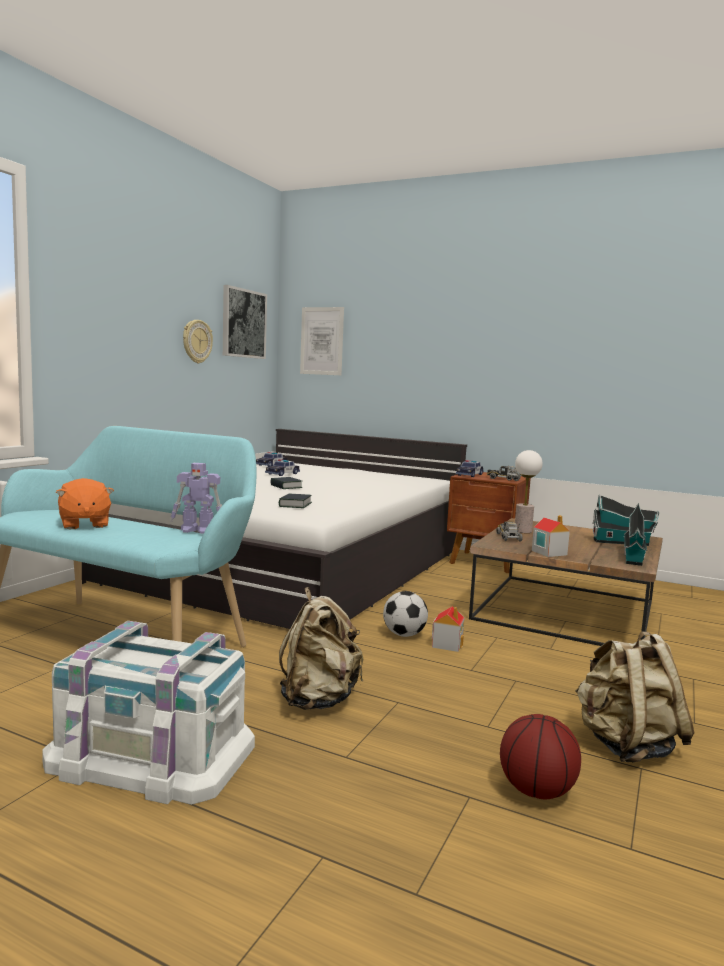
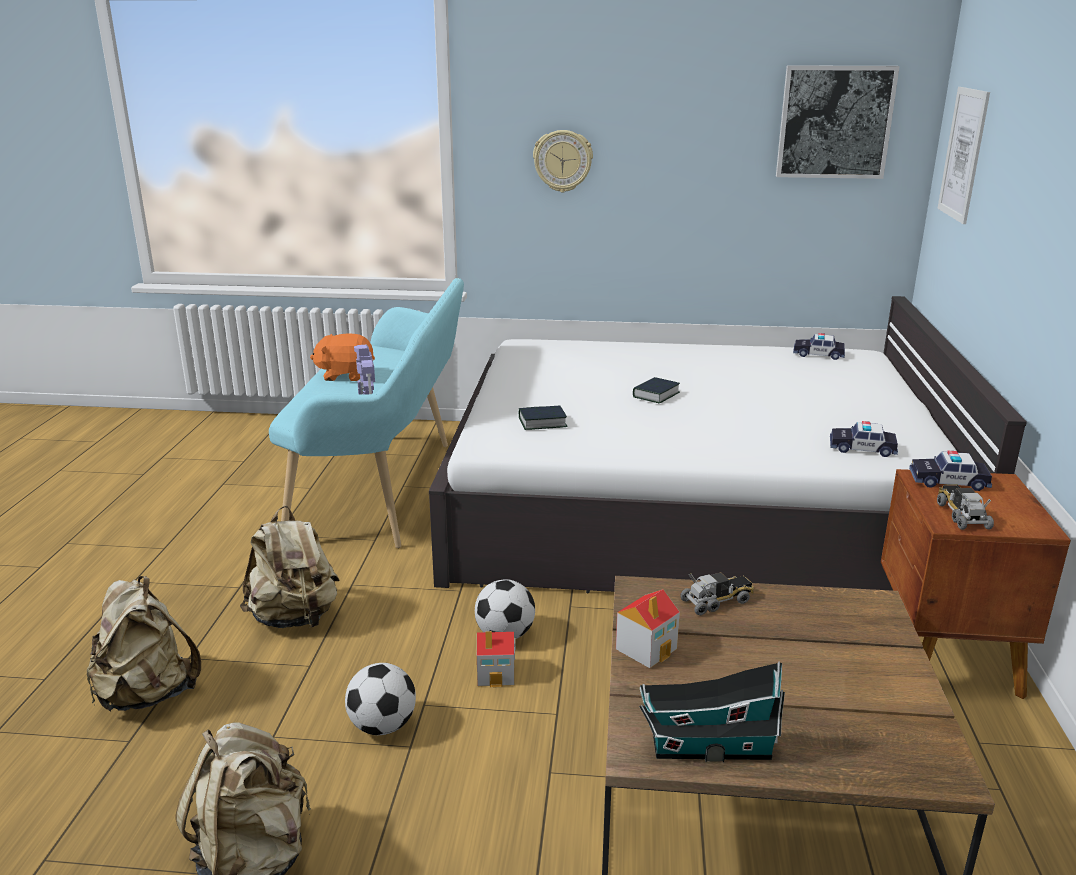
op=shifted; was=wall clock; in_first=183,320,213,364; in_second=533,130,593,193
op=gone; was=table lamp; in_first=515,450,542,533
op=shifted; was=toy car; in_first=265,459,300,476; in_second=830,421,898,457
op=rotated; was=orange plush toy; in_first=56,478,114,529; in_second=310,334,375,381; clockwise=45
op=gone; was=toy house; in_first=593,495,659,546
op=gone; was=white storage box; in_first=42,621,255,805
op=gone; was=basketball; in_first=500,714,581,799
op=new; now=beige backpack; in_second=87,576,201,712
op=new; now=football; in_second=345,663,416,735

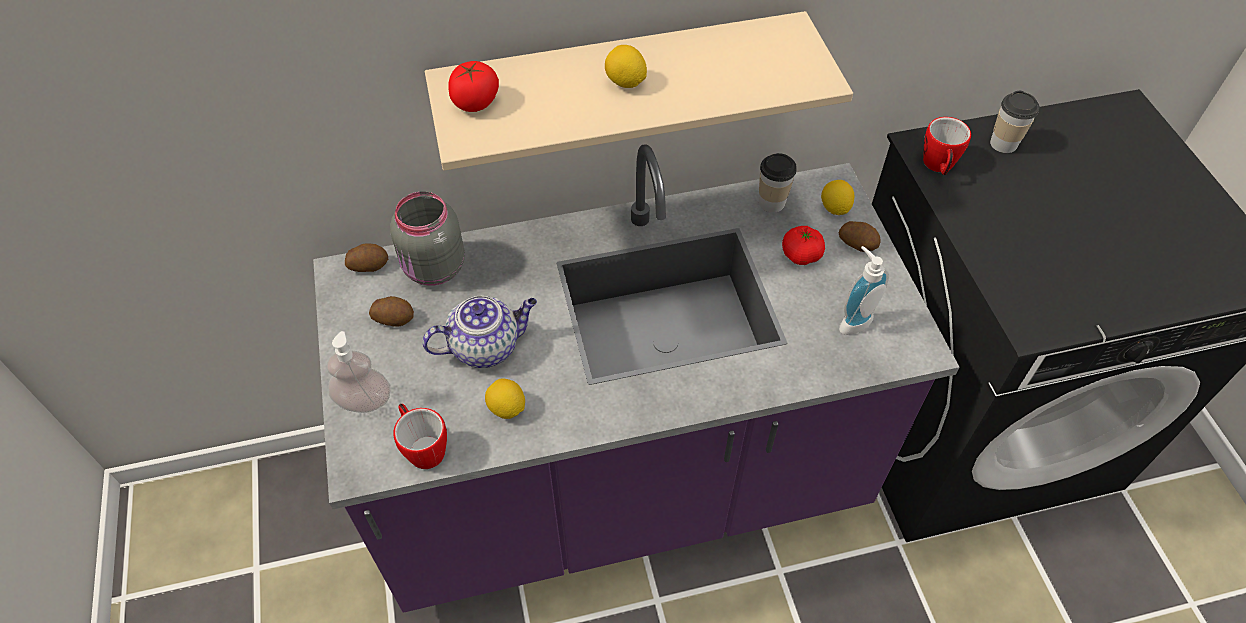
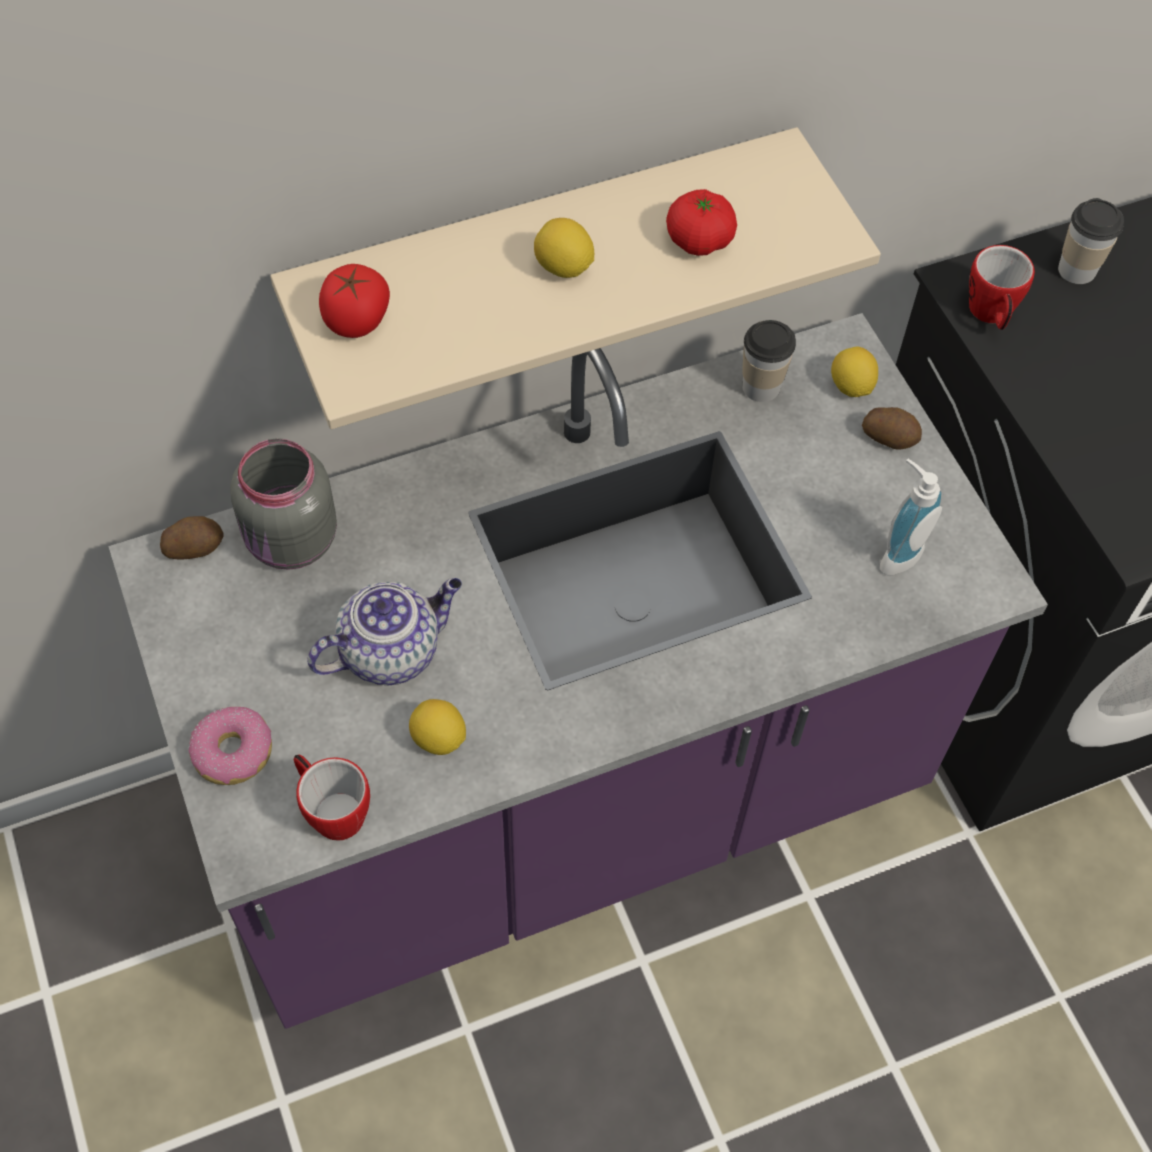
op=shifted; was=tomato; in_first=782,226,825,265; in_second=666,189,737,256
op=gone; was=potato; in_first=369,296,414,327
op=swapped; was=soap dispenser; now=donut; in_first=327,331,390,413; in_second=189,707,272,785

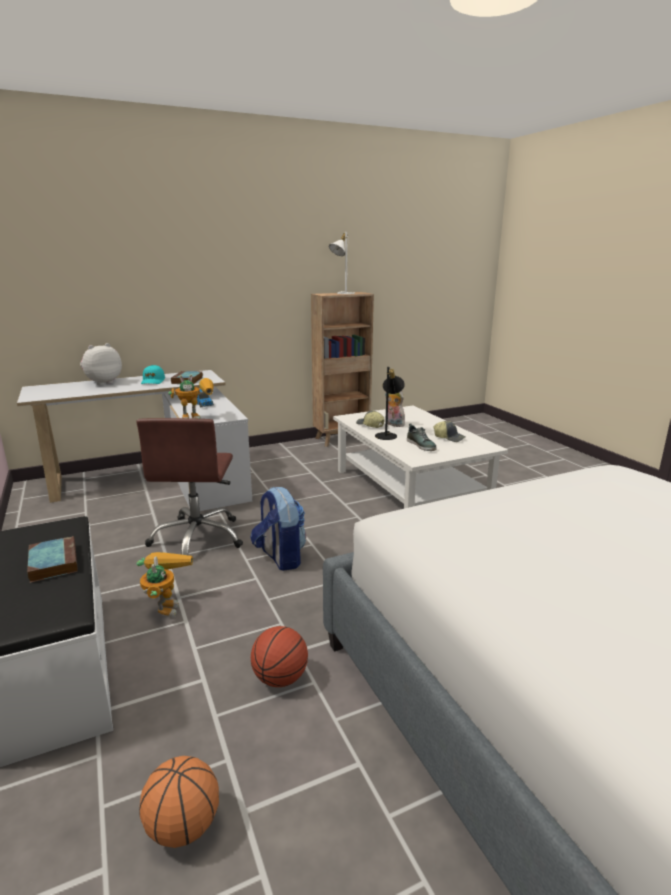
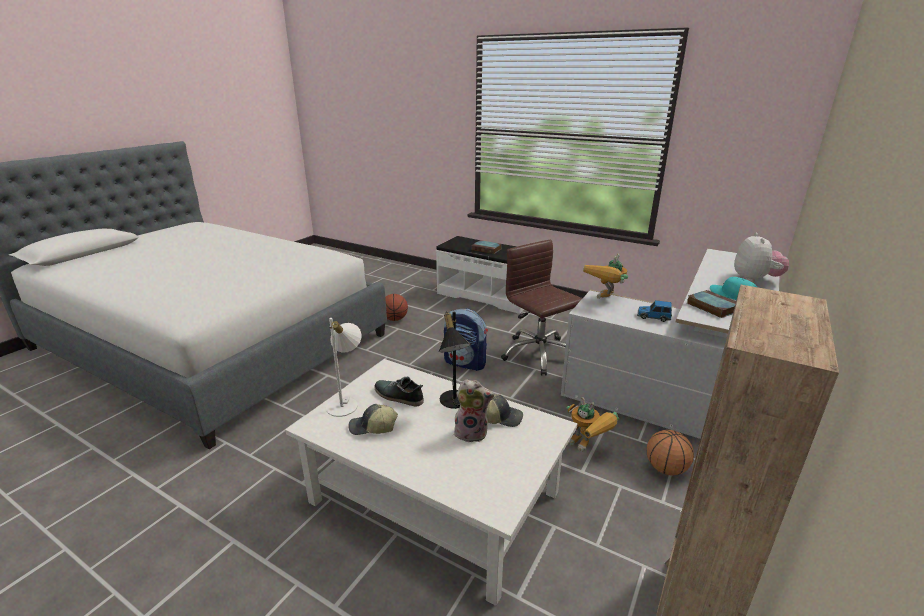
op=shifted; was=white table lamp; in_first=329,232,355,294; in_second=326,318,361,417
op=shifted; was=toy robot; in_first=137,552,193,618; in_second=566,397,619,452
op=shifted; was=basketball; in_first=139,756,219,848; in_second=647,430,694,475

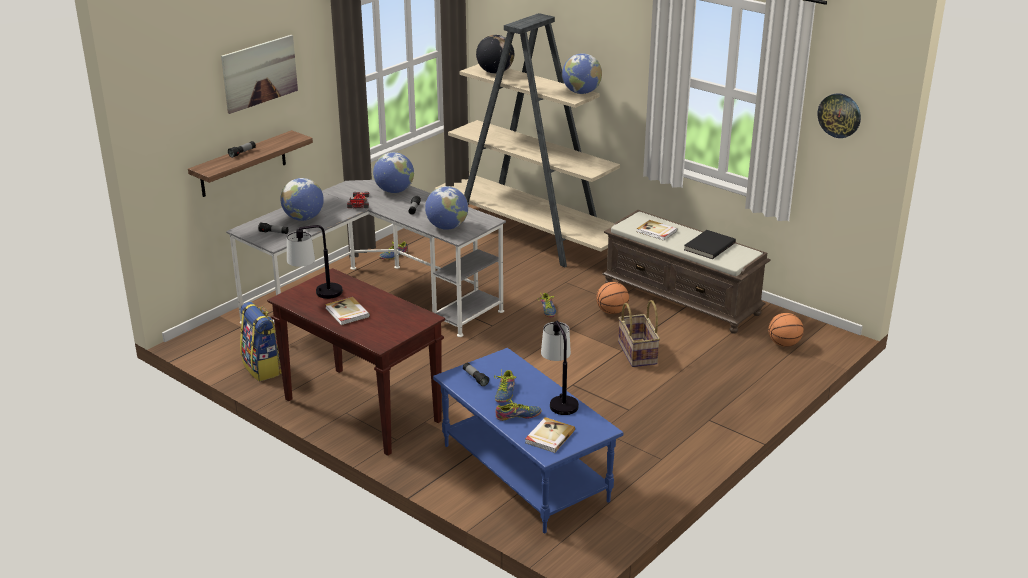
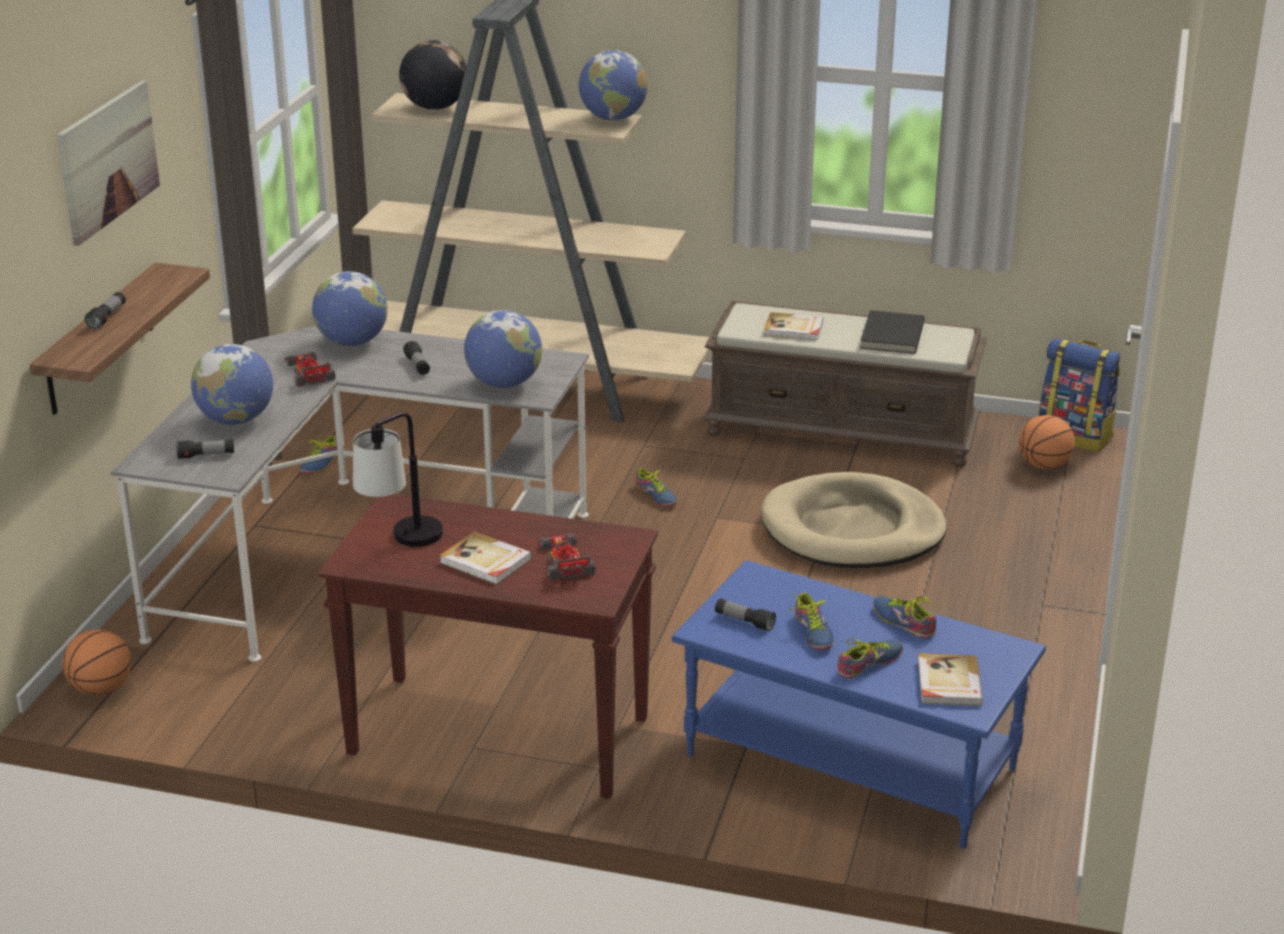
op=gone; was=wall clock; in_first=817,93,861,138
op=shifted; was=basketball; in_first=596,282,629,314; in_second=62,629,131,695
op=swapped; was=basket; now=beige dog bed; in_first=618,300,660,367; in_second=761,472,947,568
op=shifted; was=backpack; in_first=240,302,282,382; in_second=1038,338,1121,452
op=swapped; was=table lamp; now=shoe; in_first=541,321,579,415; in_second=873,596,936,638
op=new; now=toy car; in_second=539,534,596,580

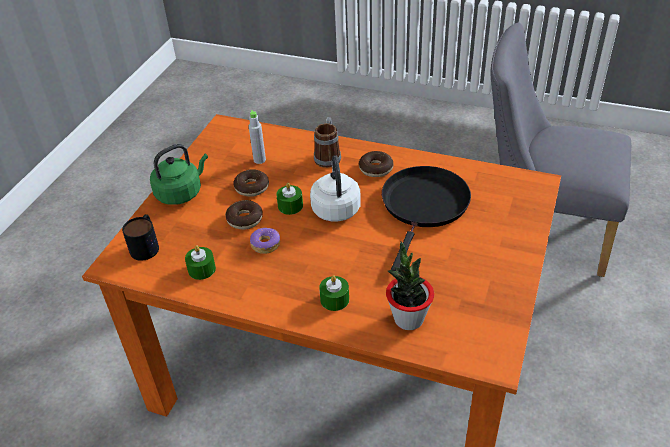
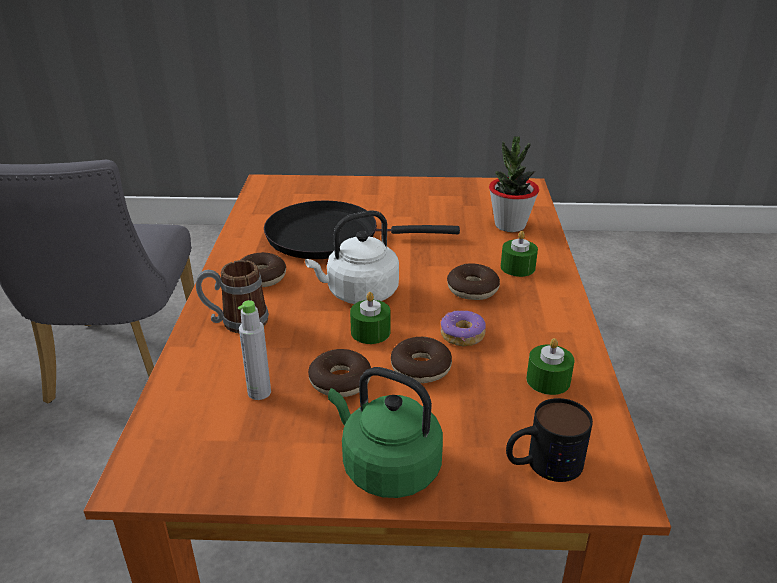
op=new; now=donut; in_second=447,263,500,300

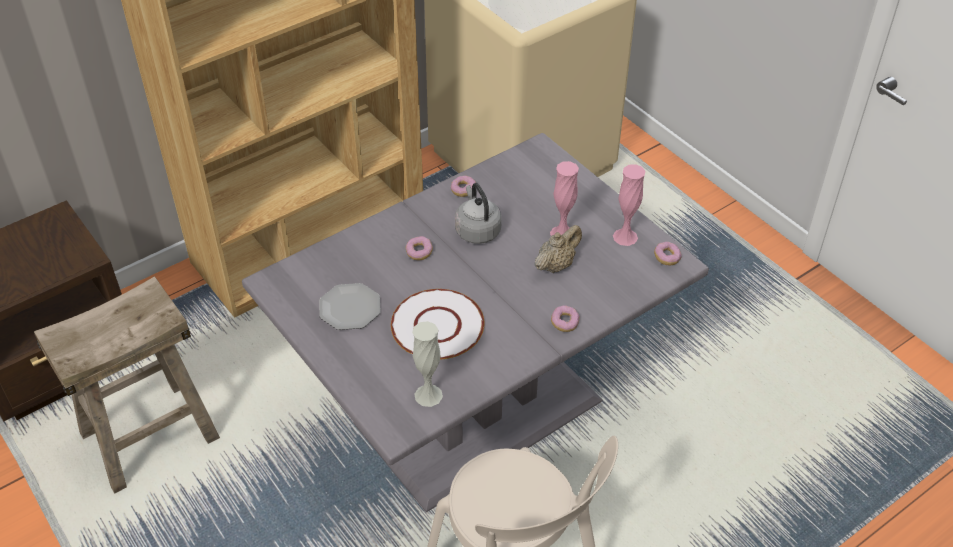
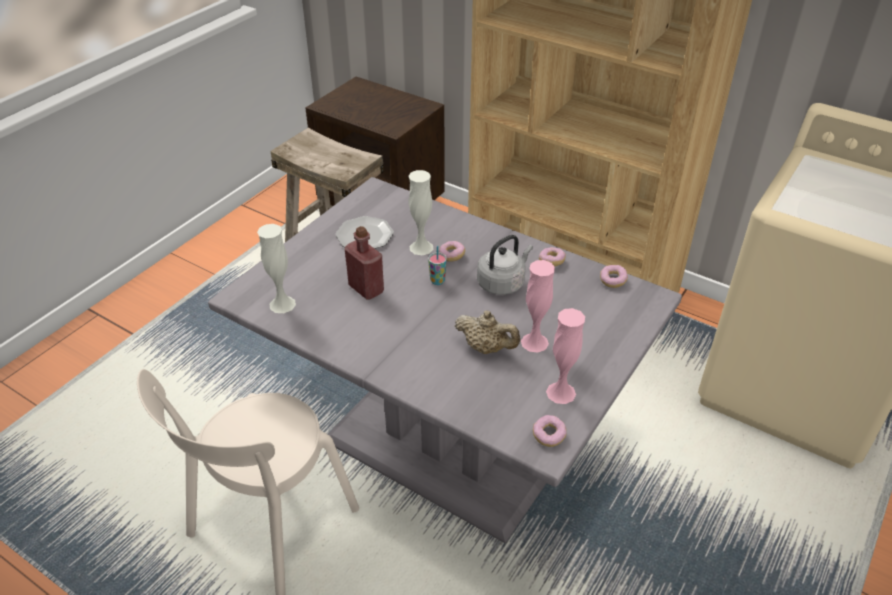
op=swapped; was=white plate; now=red bottle; in_first=391,289,485,360; in_second=345,226,384,300
op=shifted; was=donut; in_first=551,305,580,332; in_second=600,265,628,288
op=new; now=white vase; in_second=408,170,433,255
op=new; now=cup; in_second=428,246,447,285

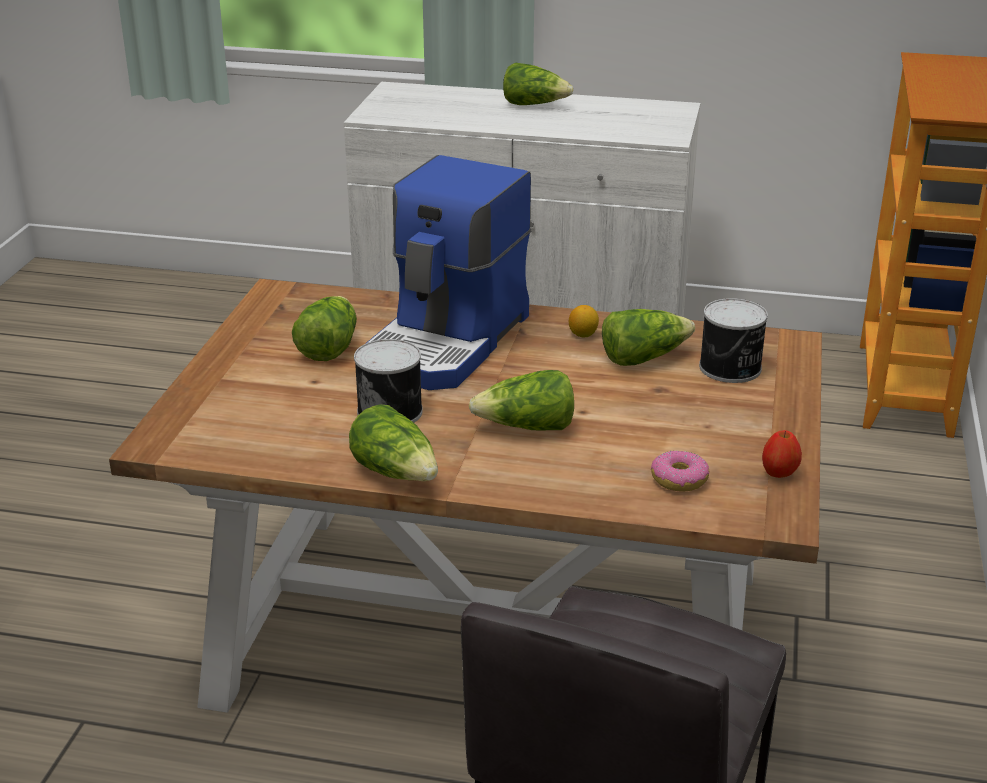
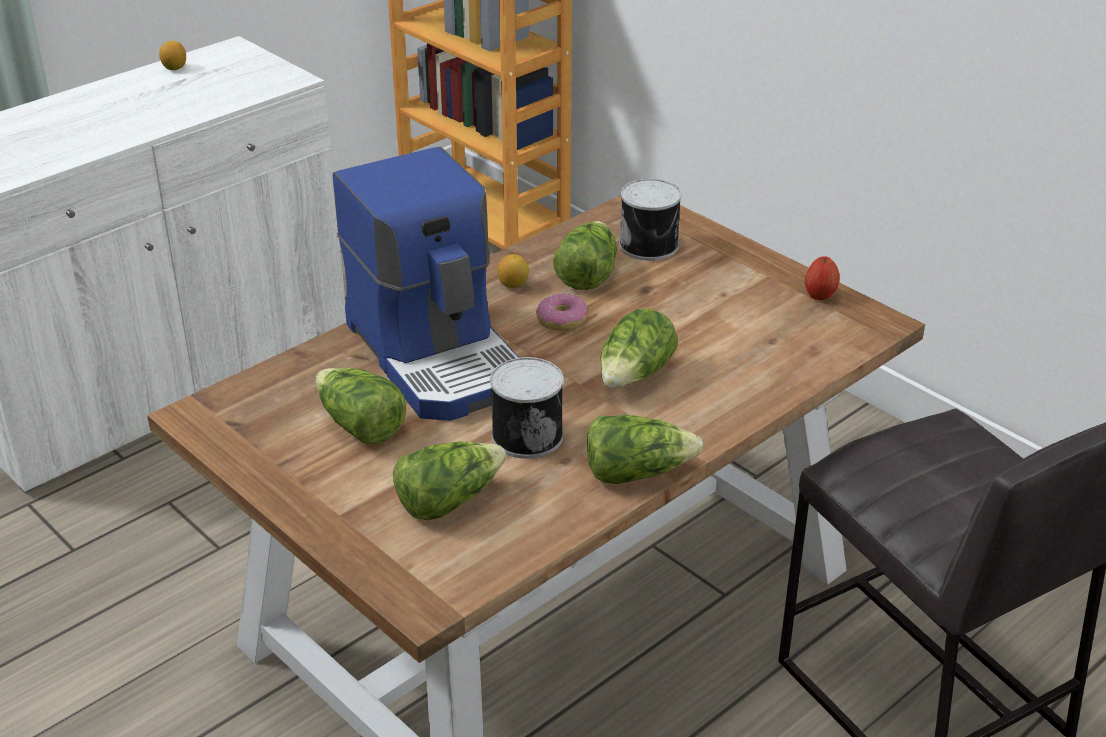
op=shifted; was=lettuce; in_first=503,62,573,105; in_second=393,441,506,520
op=shifted; was=donut; in_first=651,451,709,491; in_second=536,293,587,331
op=new; now=lemon; in_second=159,41,186,70

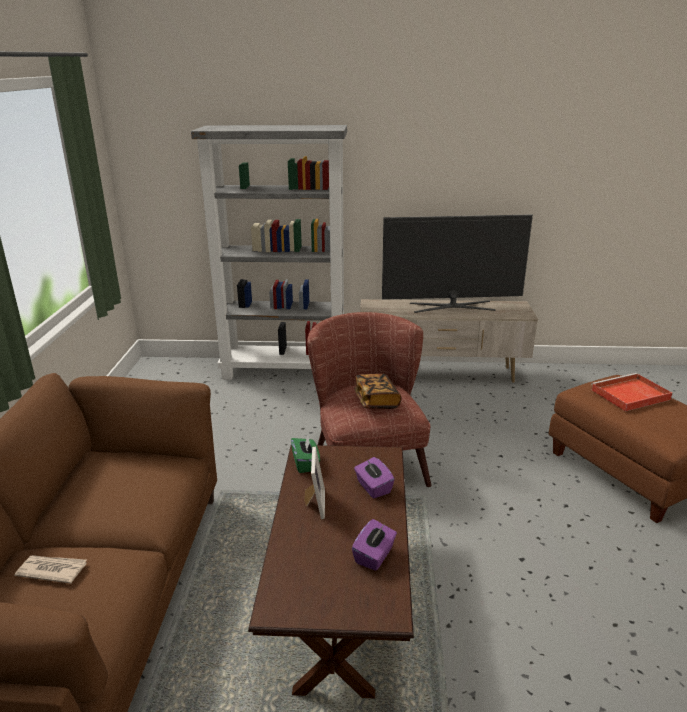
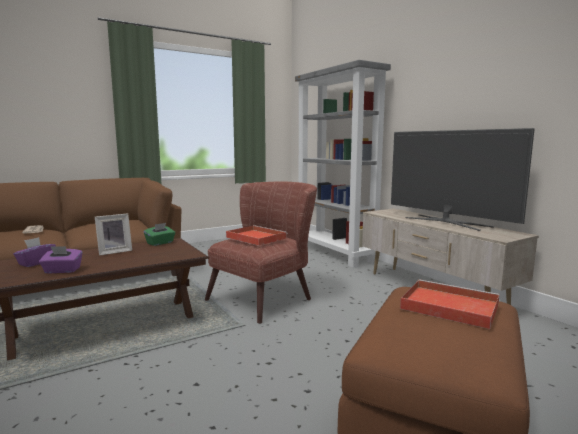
op=swapped; was=book; now=red tray; in_first=354,374,401,409; in_second=226,225,288,246
op=shifted; was=purple tissue box; in_first=354,457,395,498; in_second=13,237,56,267

